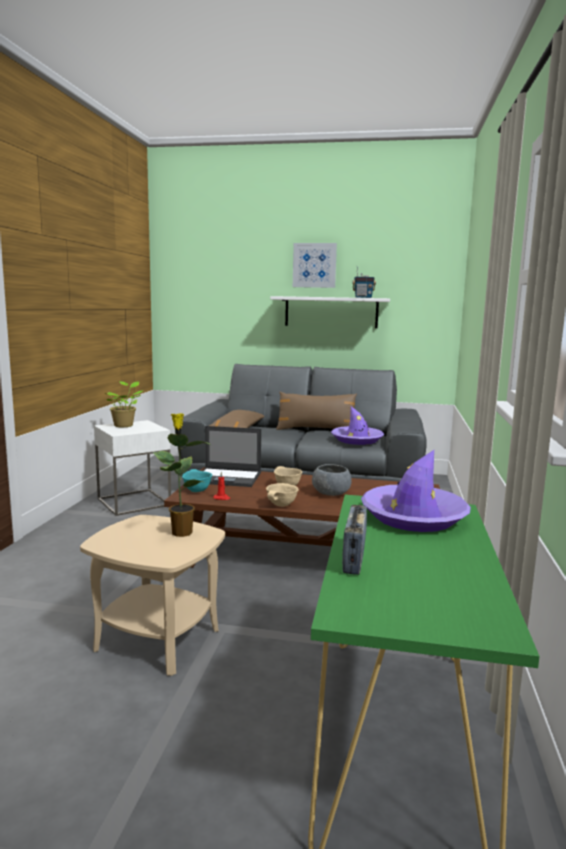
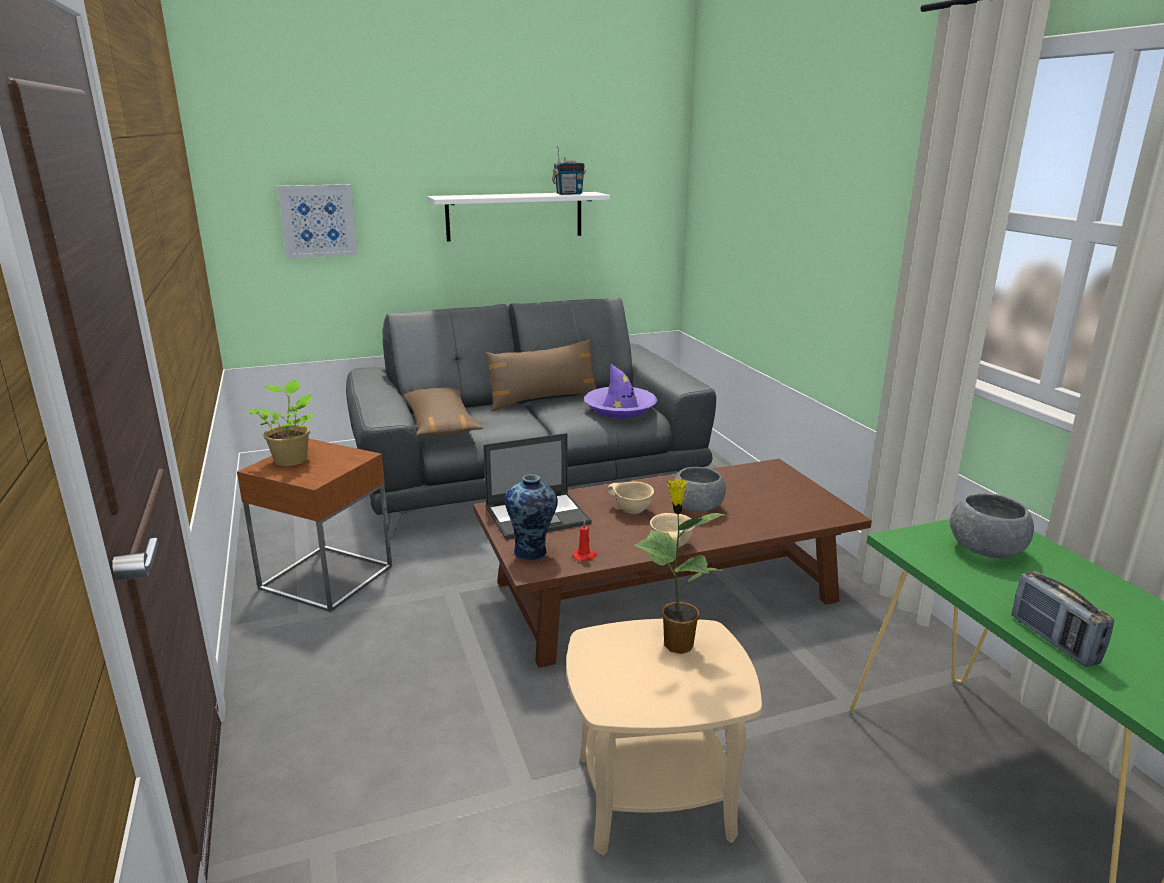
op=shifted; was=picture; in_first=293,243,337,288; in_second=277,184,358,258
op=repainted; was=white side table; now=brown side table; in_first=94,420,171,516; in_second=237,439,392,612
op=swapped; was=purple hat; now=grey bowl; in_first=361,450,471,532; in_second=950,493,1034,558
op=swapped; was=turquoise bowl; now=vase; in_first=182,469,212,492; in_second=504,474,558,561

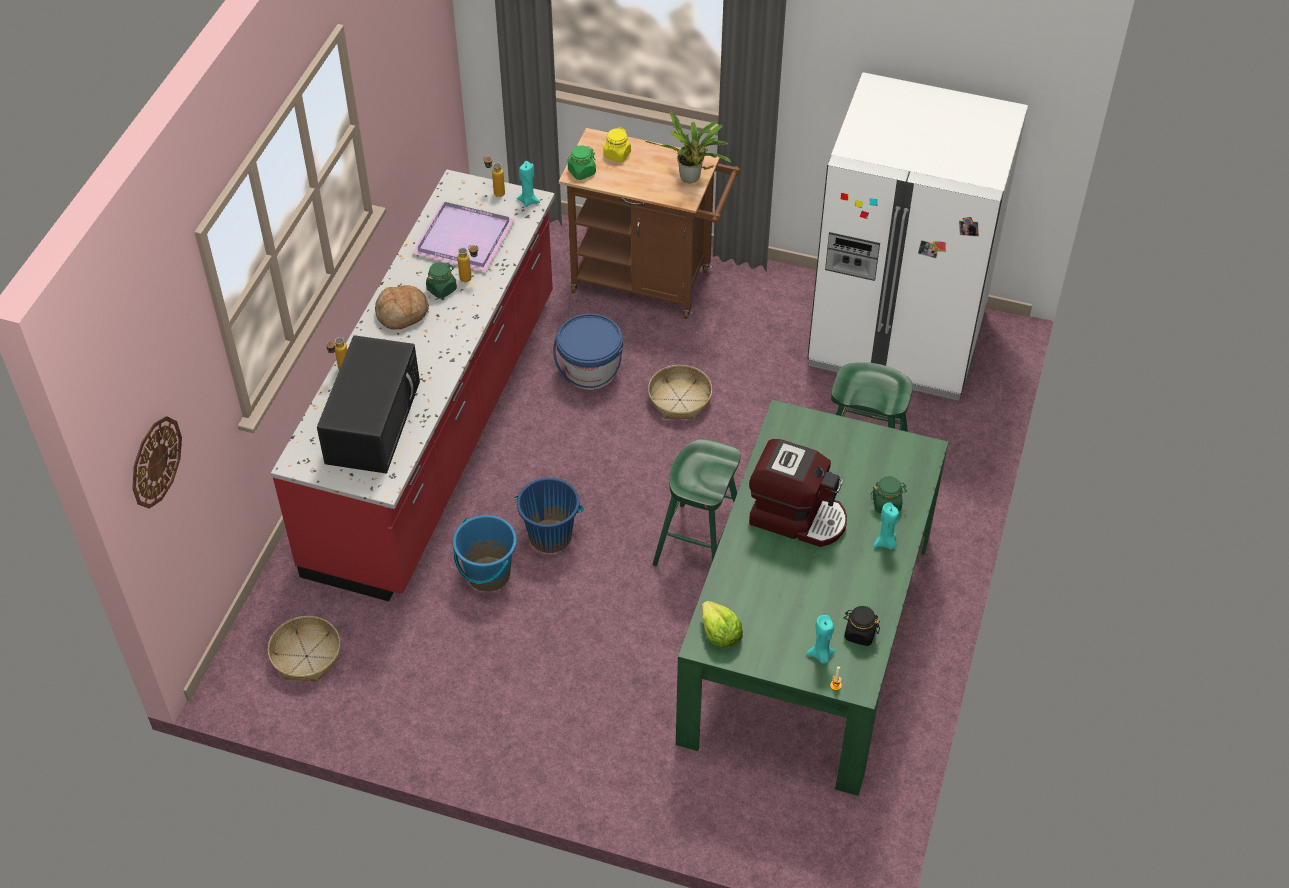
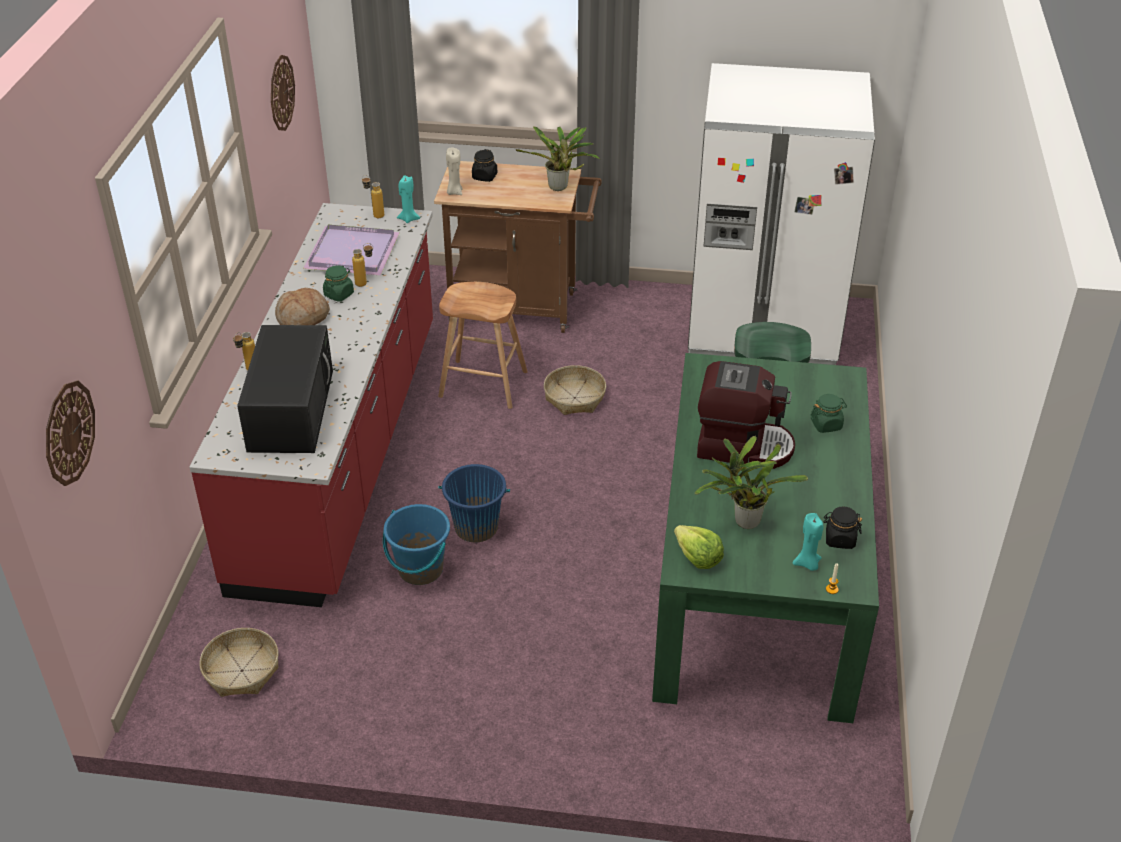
op=repainted; was=yellow jar; now=black jar; in_first=603,127,631,162; in_second=472,149,497,182
op=swapped; was=green jar; now=beige candle; in_first=567,145,596,180; in_second=446,148,462,195
op=swapped; was=blue bucket; now=brown stool; in_first=553,314,623,390; in_second=438,282,528,409
op=gone; was=green stool; in_first=653,439,740,566
op=gone; was=turquoise candle; in_first=874,502,899,550
op=new; now=wall clock; in_second=271,55,295,131
op=new; now=potted plant; in_second=694,436,808,529

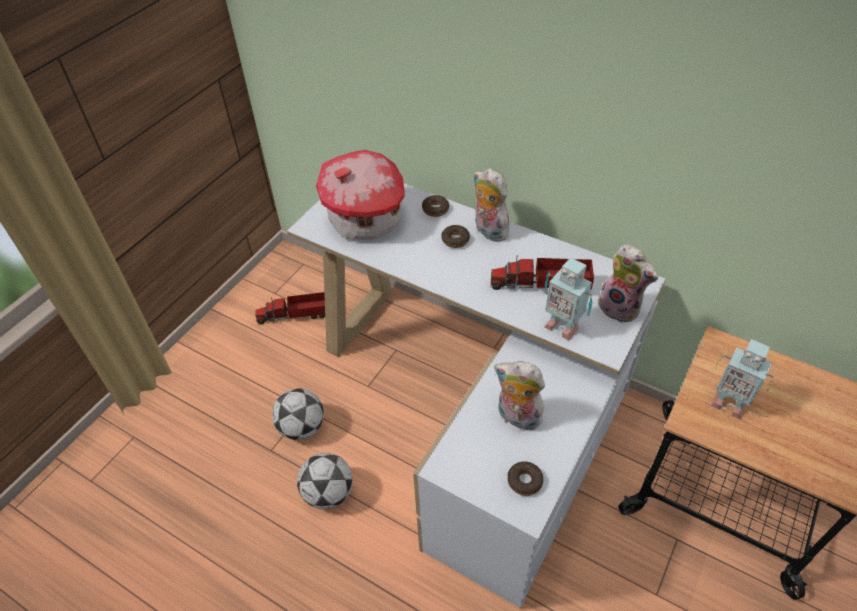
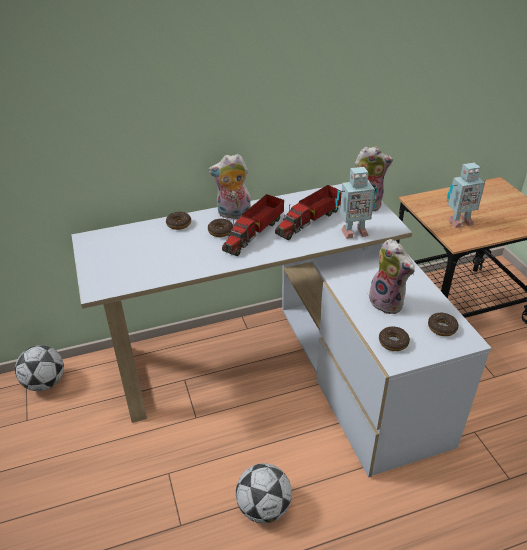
op=gone; was=toy house; in_first=316,150,405,240
op=shifted; was=toy truck; in_first=255,292,325,324; in_second=222,194,284,256
op=rotated; was=plush toy; in_first=494,361,548,430; in_second=369,239,415,314; clockwise=-105
op=shifted; was=football; in_first=272,388,324,440; in_second=15,345,64,391
op=new; now=donut; in_second=379,327,410,351

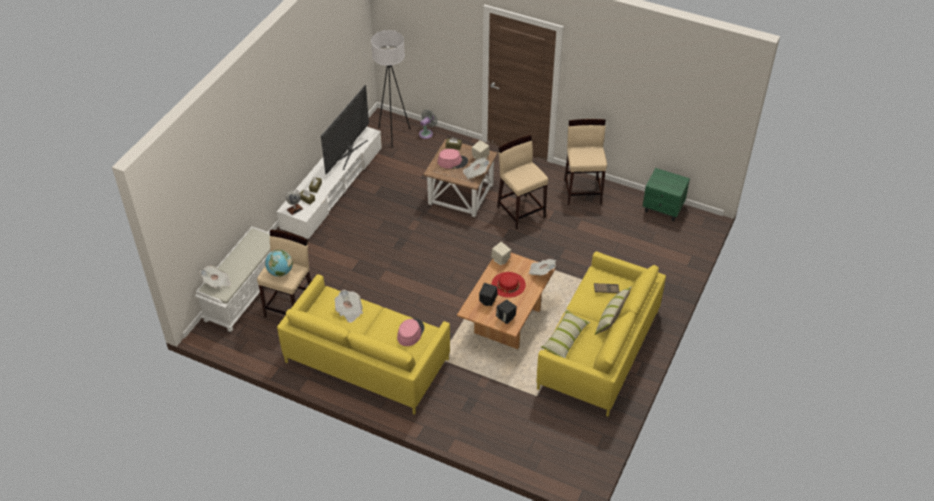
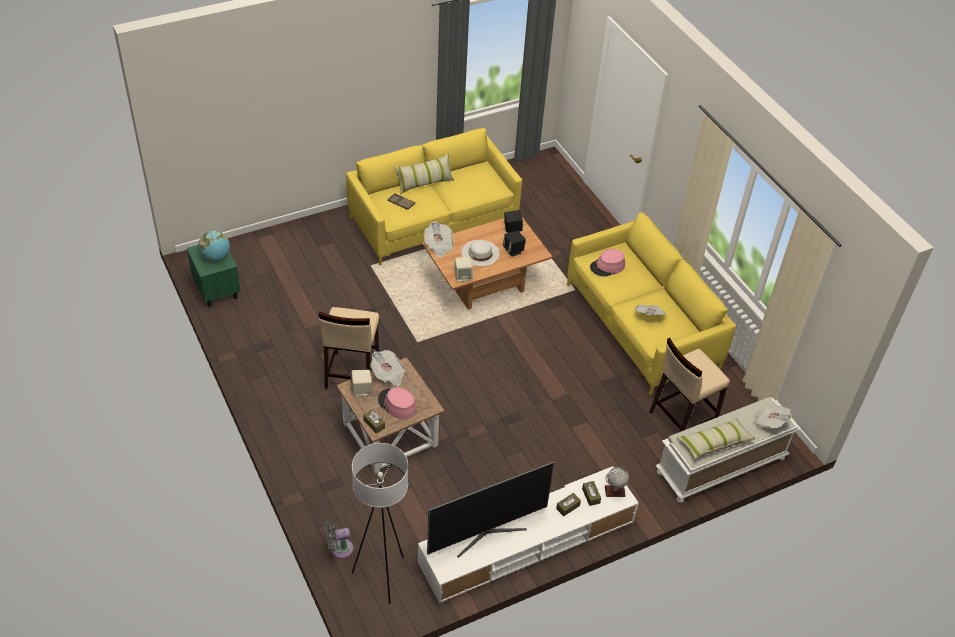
op=gone; was=beige stool; in_first=564,119,607,205
op=shifted; was=globe; in_first=265,249,293,277; in_second=199,231,230,261
op=repainted; was=red hat; now=white hat; in_first=492,272,526,298; in_second=461,240,500,266
op=shifted; was=pillow; in_first=541,309,590,359; in_second=676,418,755,459

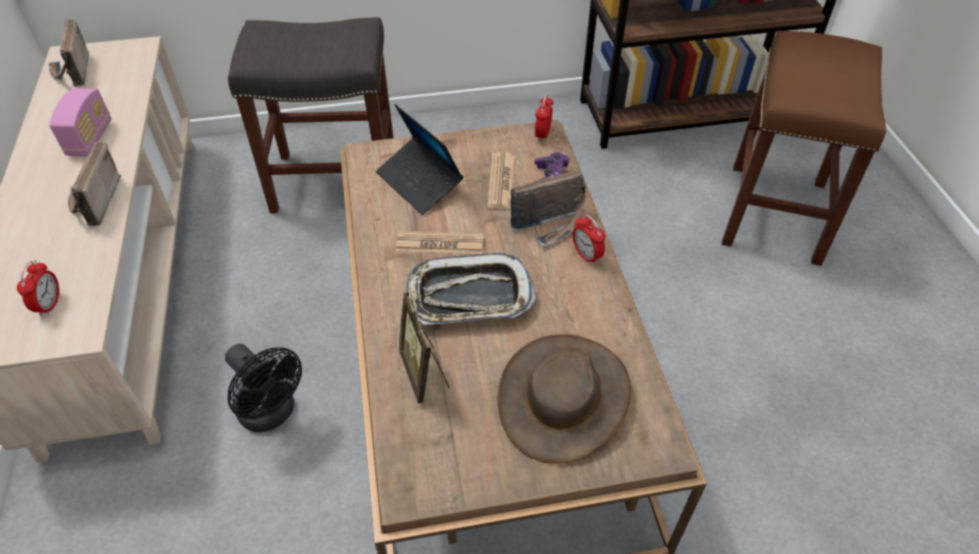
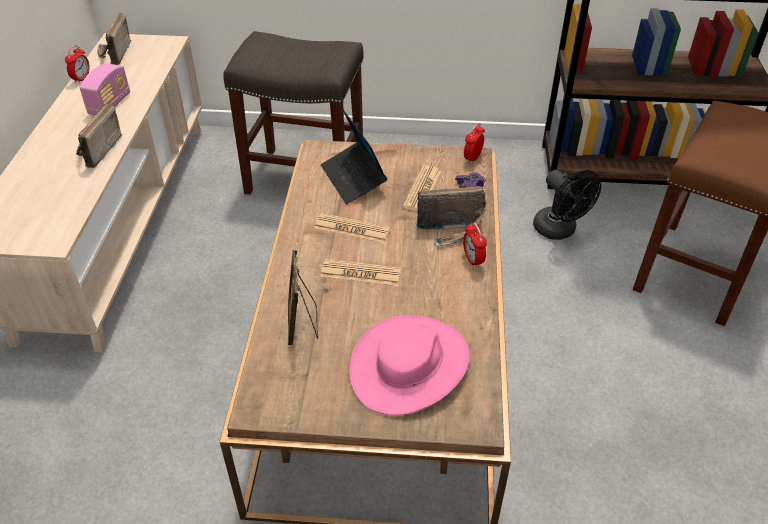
op=swapped; was=tray; now=newspaper; in_first=406,253,536,324; in_second=321,259,401,286
op=shifted; was=alarm clock; in_first=17,260,60,316; in_second=65,45,90,84
op=repainted; was=brown hat; now=pink hat; in_first=498,334,631,464; in_second=349,315,470,415
op=shifted; was=black fan; in_first=225,344,302,432; in_second=533,170,601,240

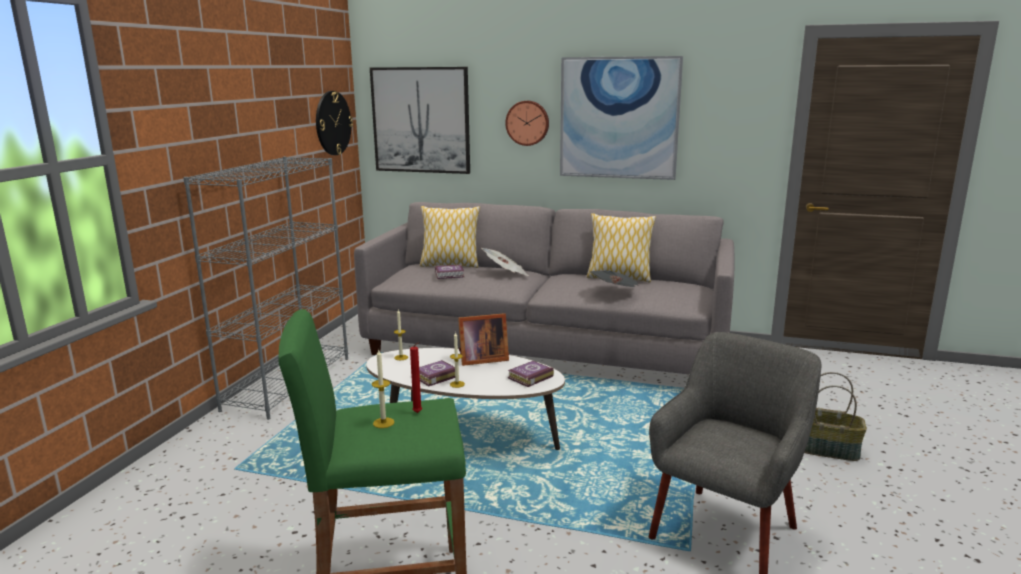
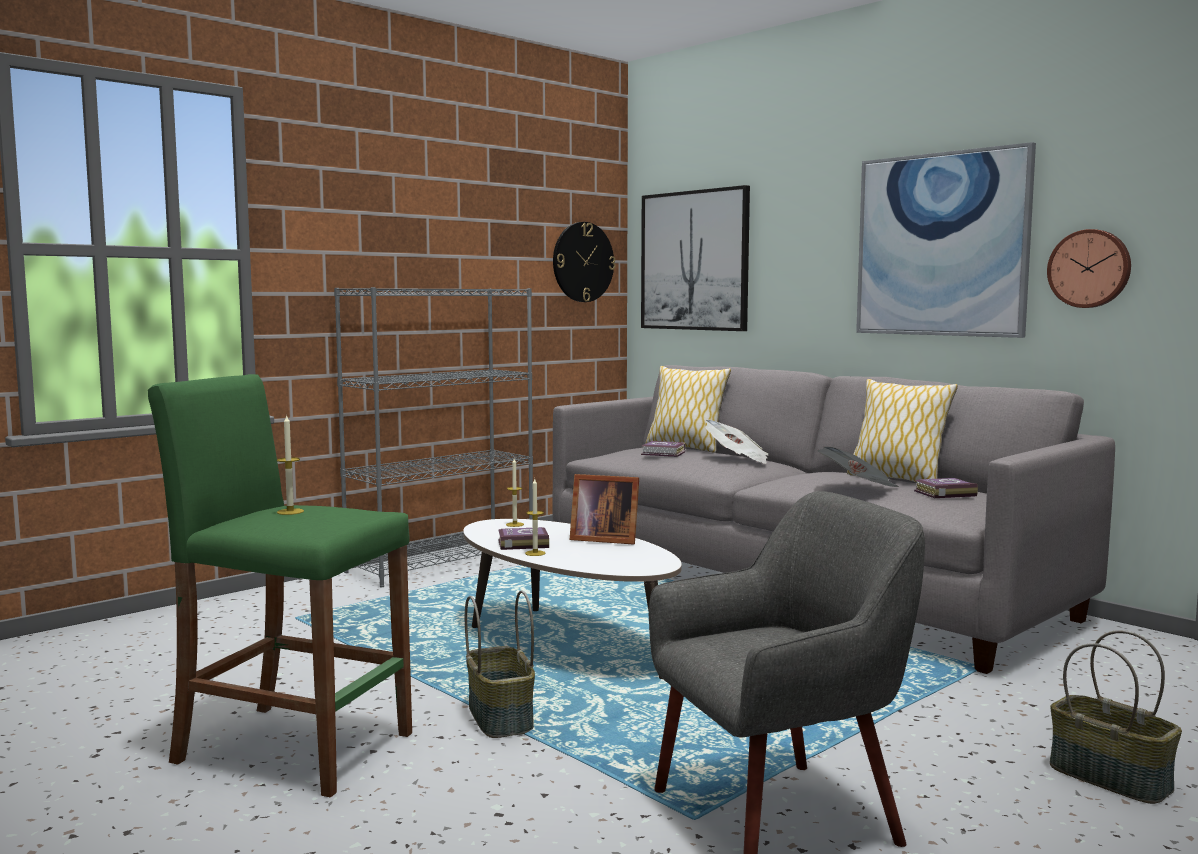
op=shifted; was=wall clock; in_first=505,101,549,146; in_second=1047,229,1131,308
op=gone; was=red candle; in_first=410,342,422,413
op=shifted; was=book; in_first=508,361,554,387; in_second=914,478,978,498
op=new; now=basket; in_second=465,590,535,738

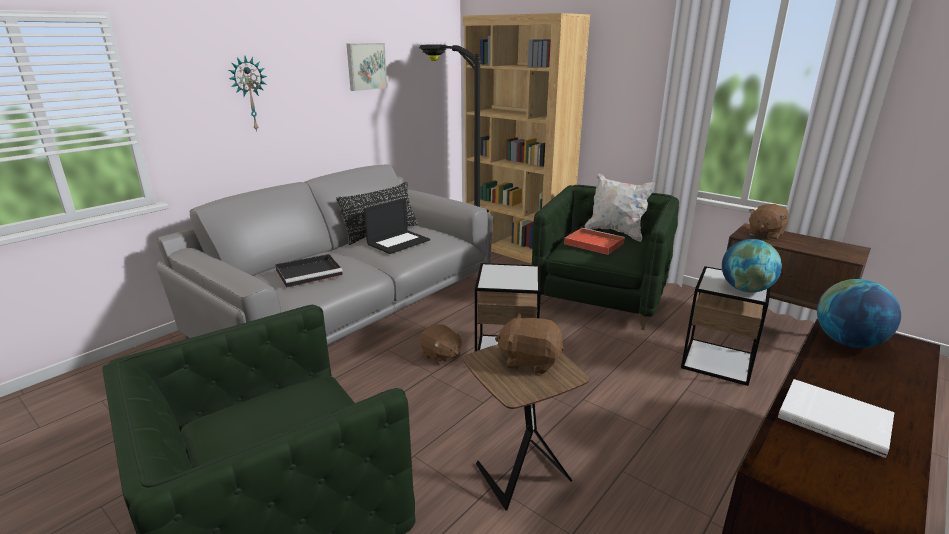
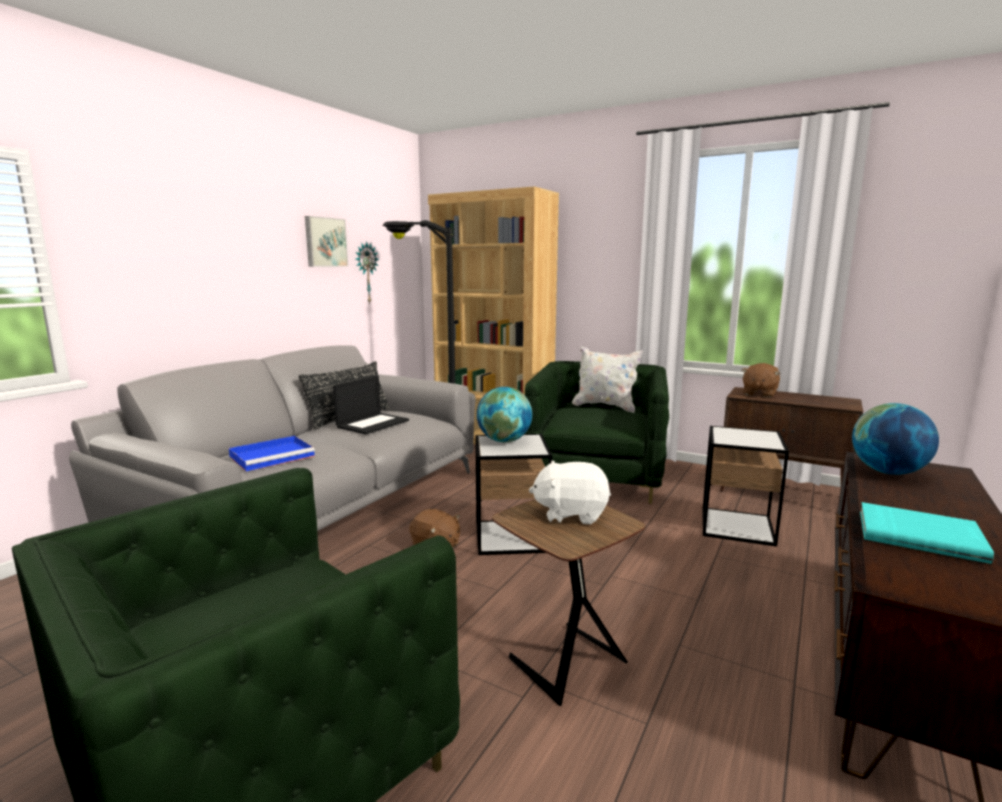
op=shifted; was=wall clock; in_first=229,56,267,131; in_second=356,241,379,303
op=gone; was=red tray; in_first=564,228,625,255
op=shifted; was=globe; in_first=722,239,782,293; in_second=477,387,532,442
op=repainted; was=black tray; now=blue tray; in_first=275,254,343,288; in_second=229,436,315,471
op=repainted; was=brown plush toy; now=white plush toy; in_first=495,314,564,374; in_second=529,461,611,524
op=repainted; was=white book; now=turquoise book; in_first=778,379,894,458; in_second=860,502,994,564

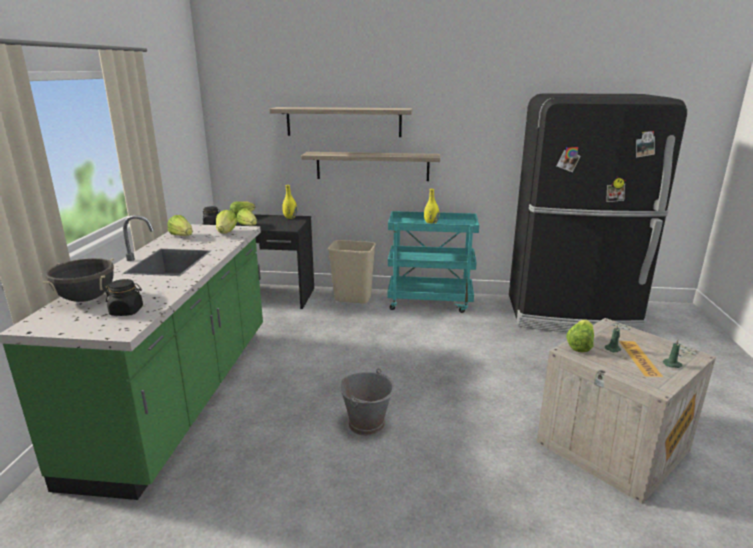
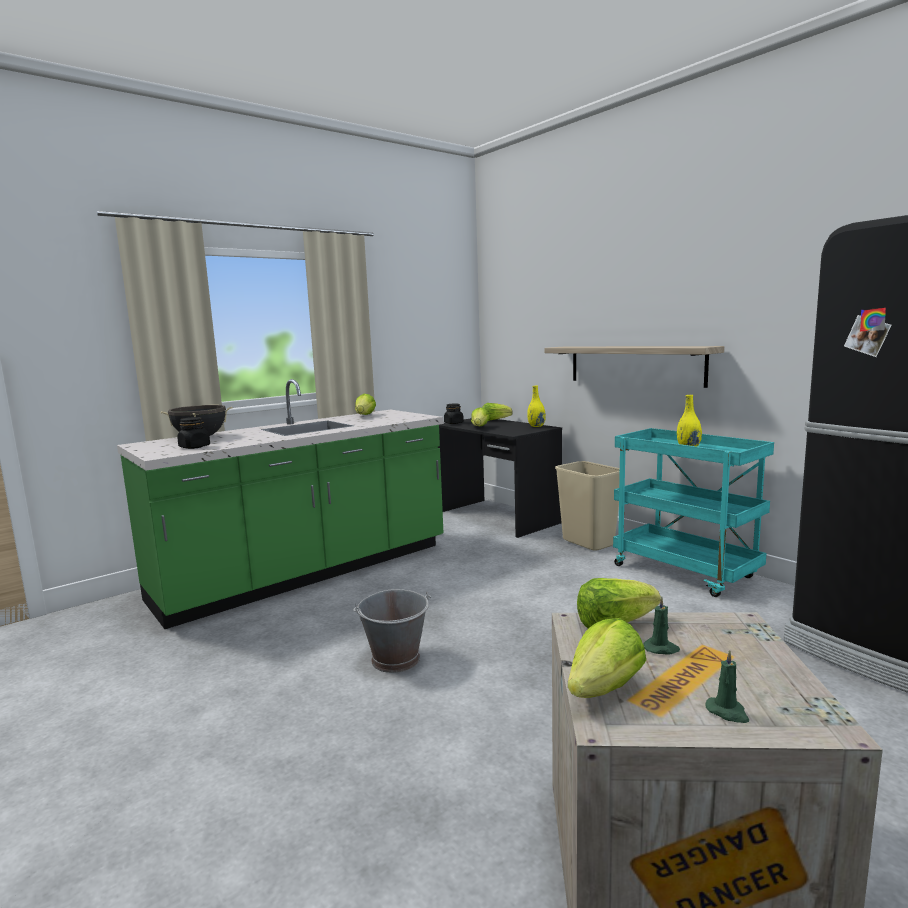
op=gone; was=shelf; in_first=269,107,413,137
op=shifted; was=lettuce; in_first=216,210,238,234; in_second=568,618,646,698

